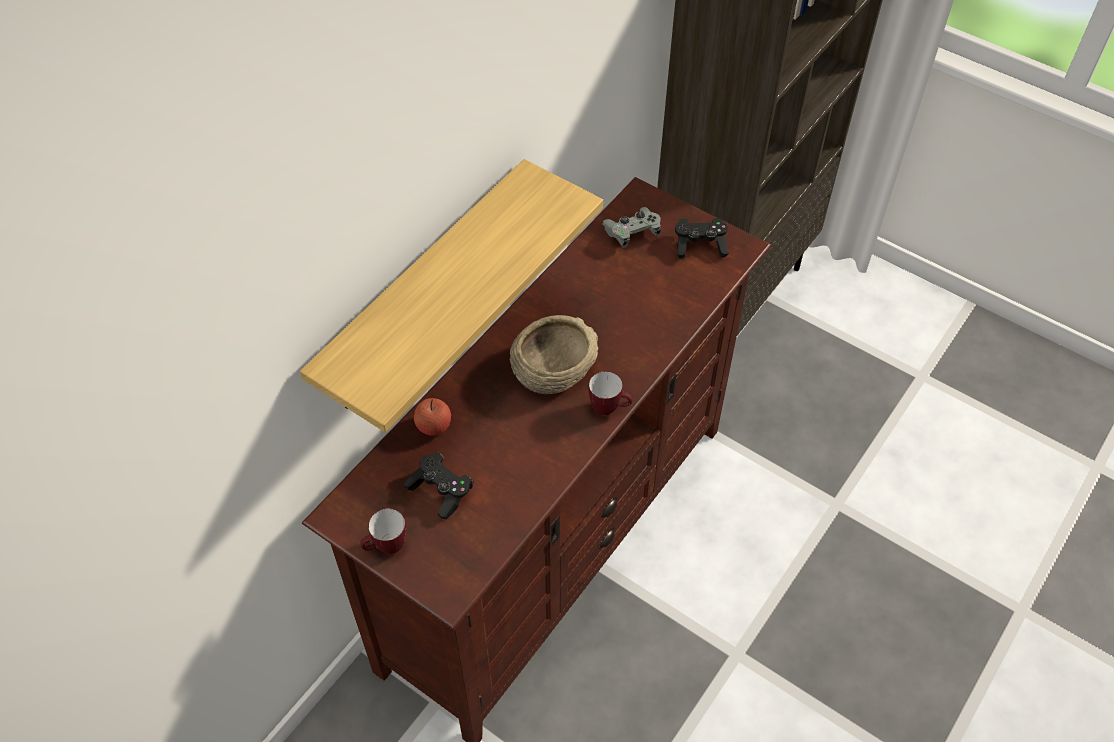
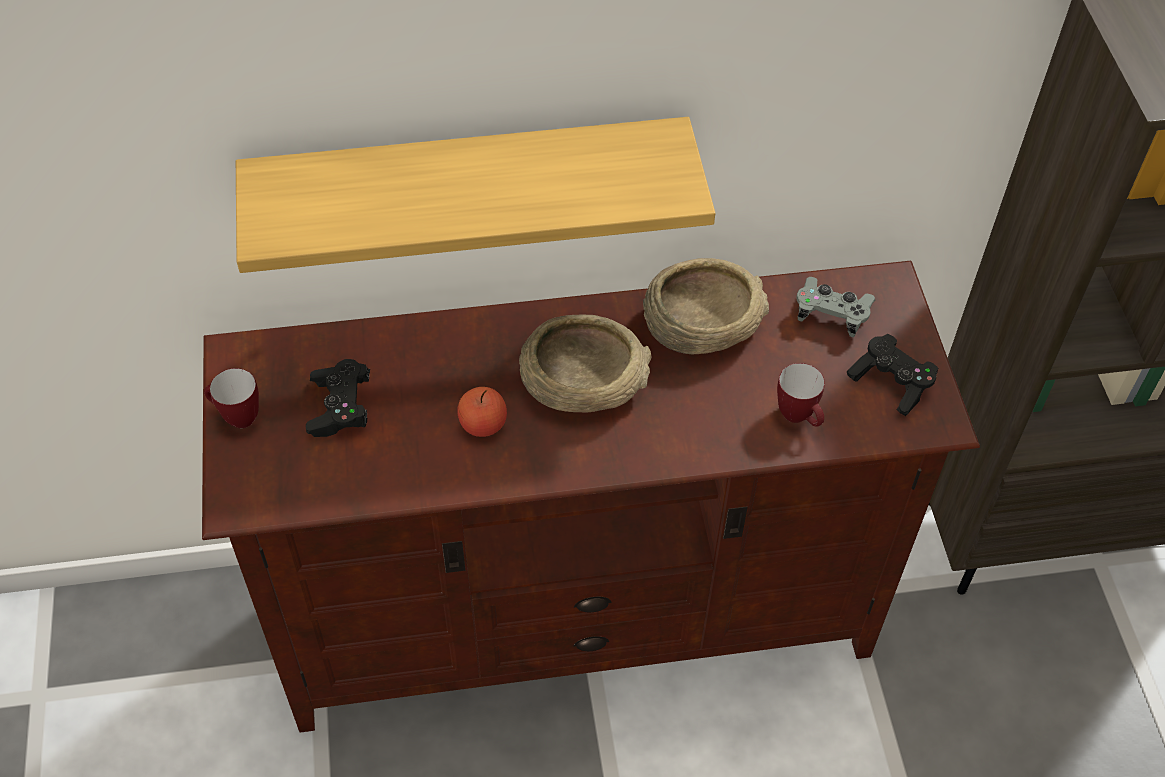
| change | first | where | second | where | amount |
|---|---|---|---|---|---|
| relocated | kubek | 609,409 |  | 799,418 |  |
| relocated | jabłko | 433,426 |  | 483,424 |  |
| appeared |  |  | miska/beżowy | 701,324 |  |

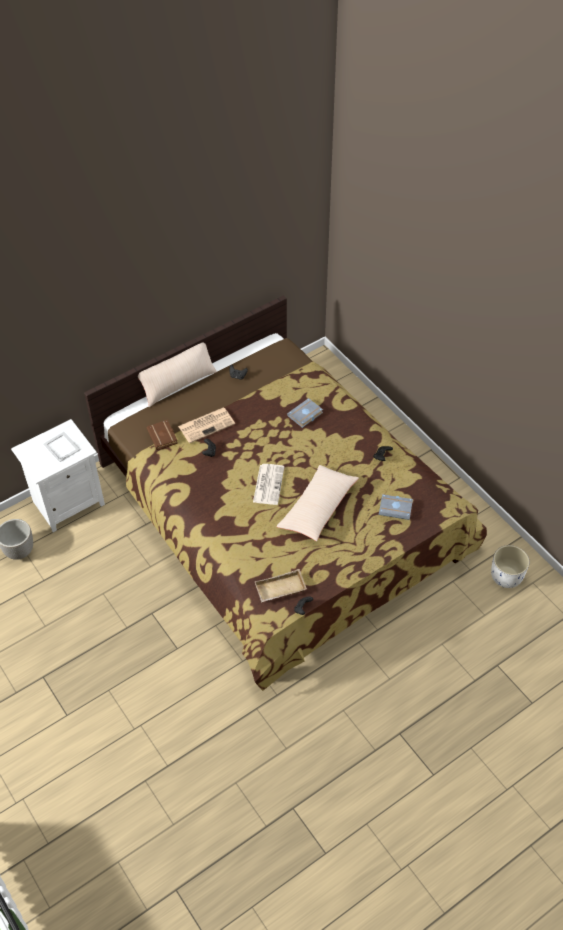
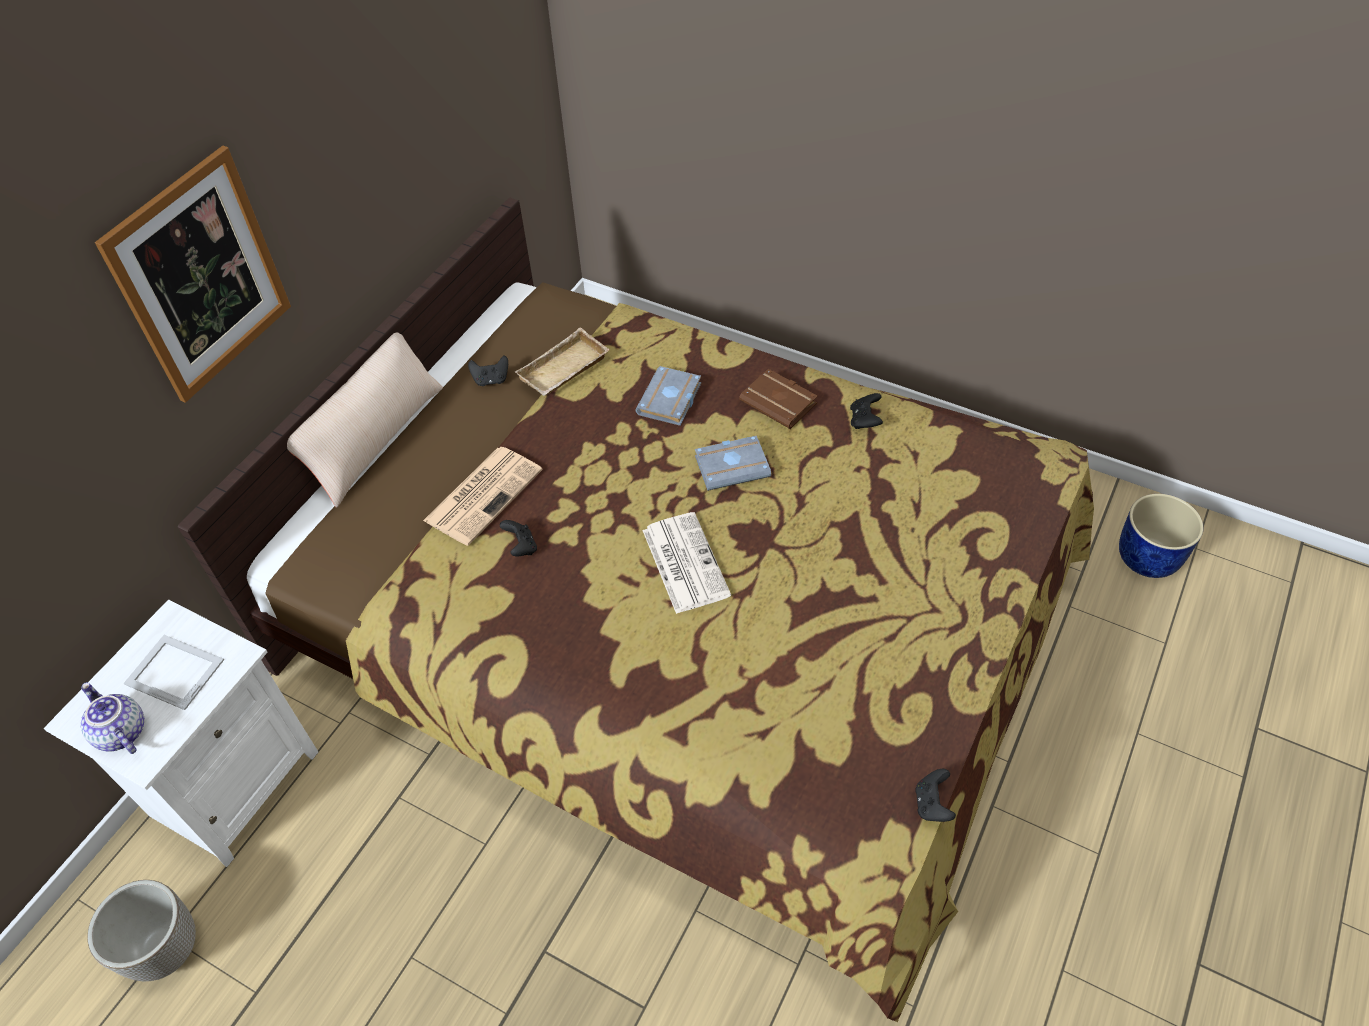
| change | first | where | second | where | amount |
|---|---|---|---|---|---|
| relocated | książka/brązowy | 163,437 |  | 780,402 |  |
| missing | poduszka/beżowy | 318,508 |  |  |  |
| relocated | książka/szary | 396,508 |  | 733,465 |  |
| colour | donica/biały | 506,577 | donica/niebieski | 1149,557 |  |
| relocated | taca/beżowy | 280,590 |  | 564,371 |  |
| appeared |  |  | obraz | 200,276 |  |
| appeared |  |  | imbryk | 120,733 |  |

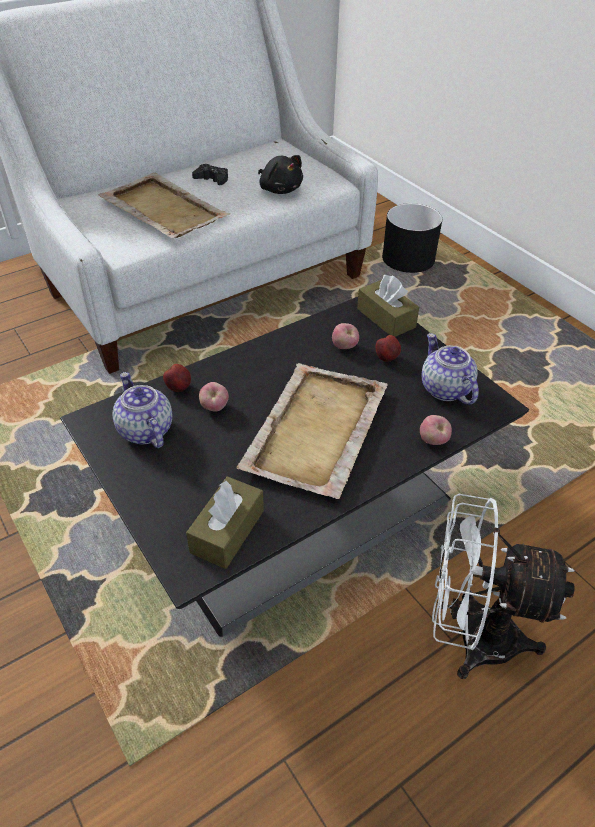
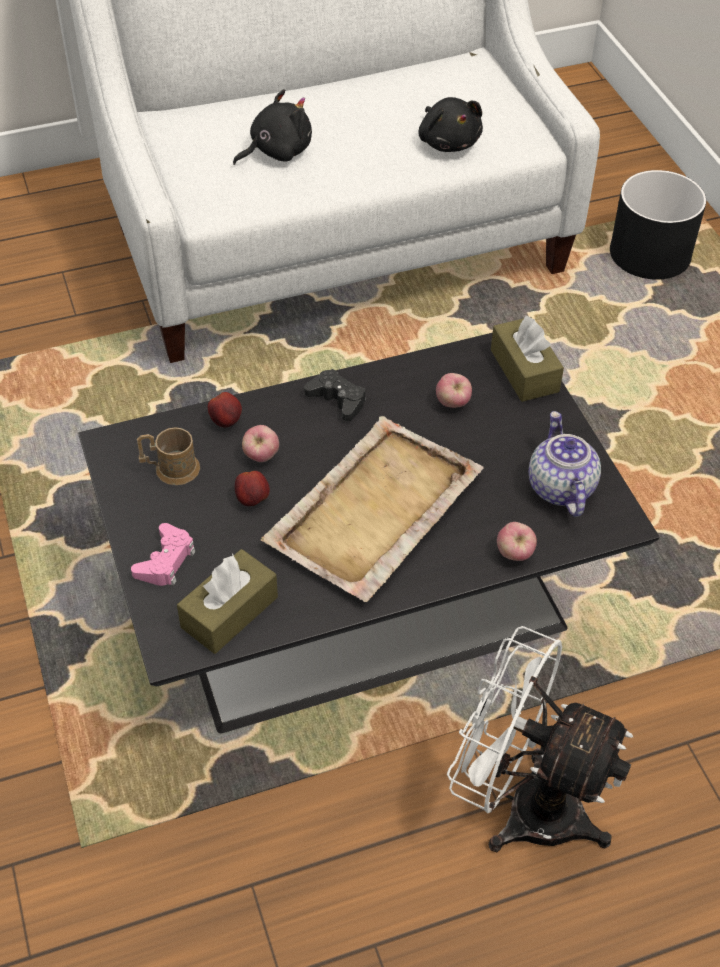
| change | first | where | second | where | amount |
|---|---|---|---|---|---|
| relocated | pad do gier/czarny | 212,179 |  | 337,400 |  |
| exchanged | taca/beżowy | 163,209 | pluszak/czarny | 277,151 |  |
| relocated | jabłko | 387,358 |  | 253,500 |  |
| exchanged | imbryk | 144,430 | kubek/brązowy | 170,469 |  |
| appeared |  |  | pad do gier/różowy | 166,561 |  |

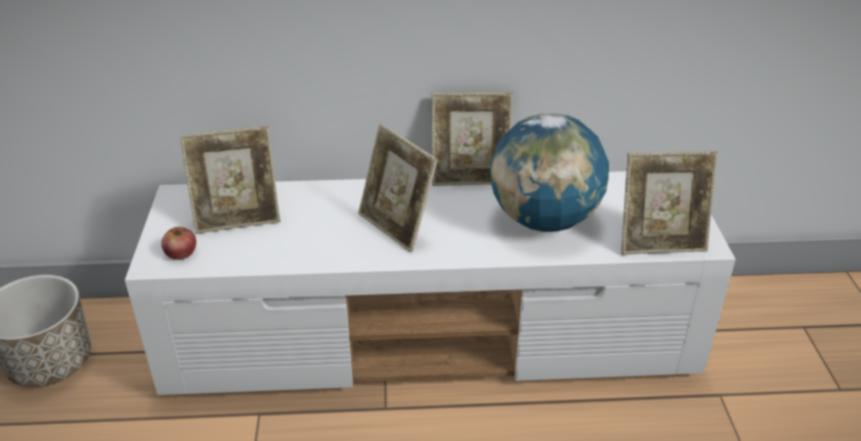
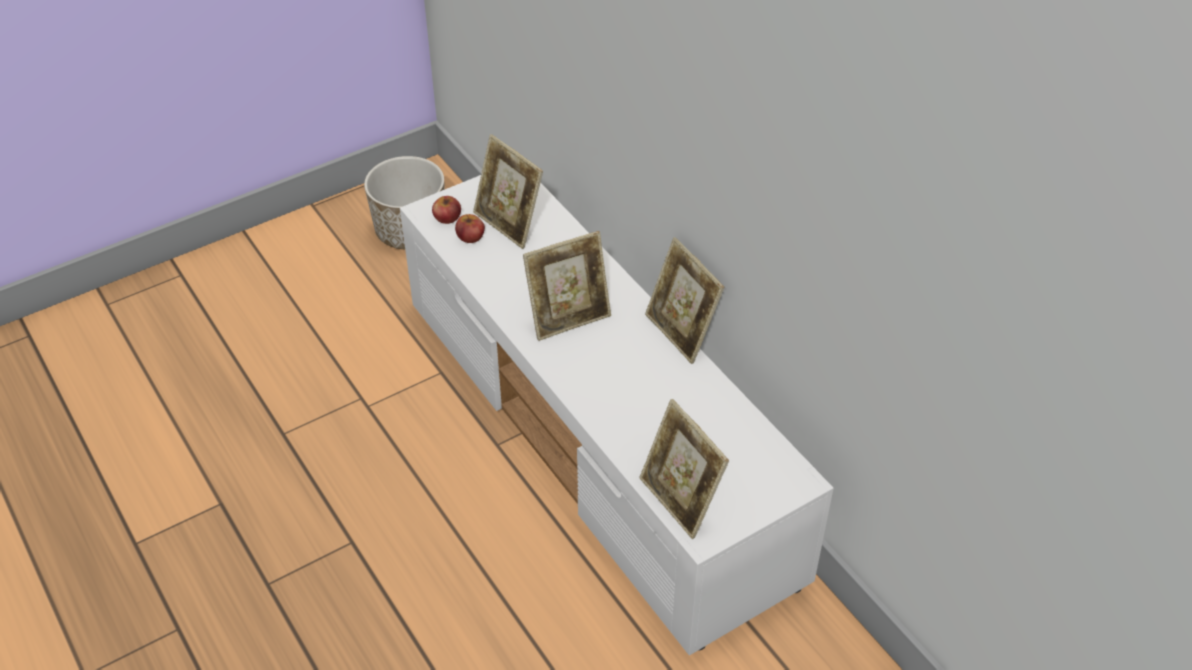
| change | first | where | second | where | amount |
|---|---|---|---|---|---|
| missing | globus | 544,220 |  |  |  |
| spun | ramka na zdjęcie | 397,227 |  | 569,318 | 135 degrees counterclockwise |
| appeared |  |  | jabłko | 470,236 |  |

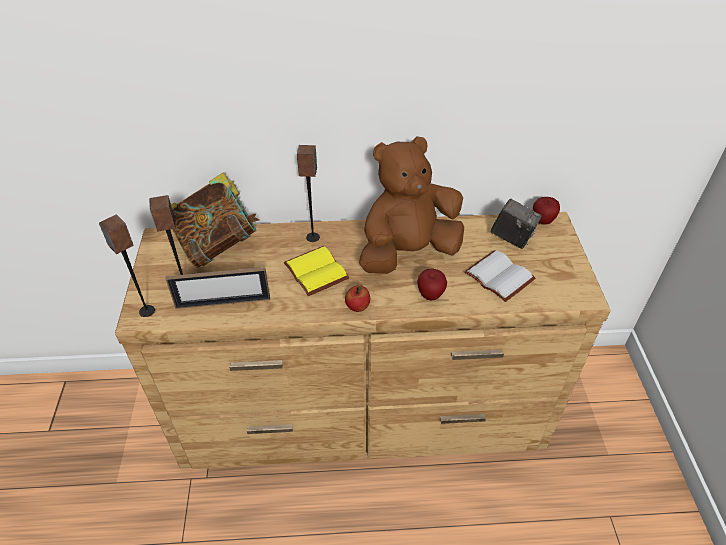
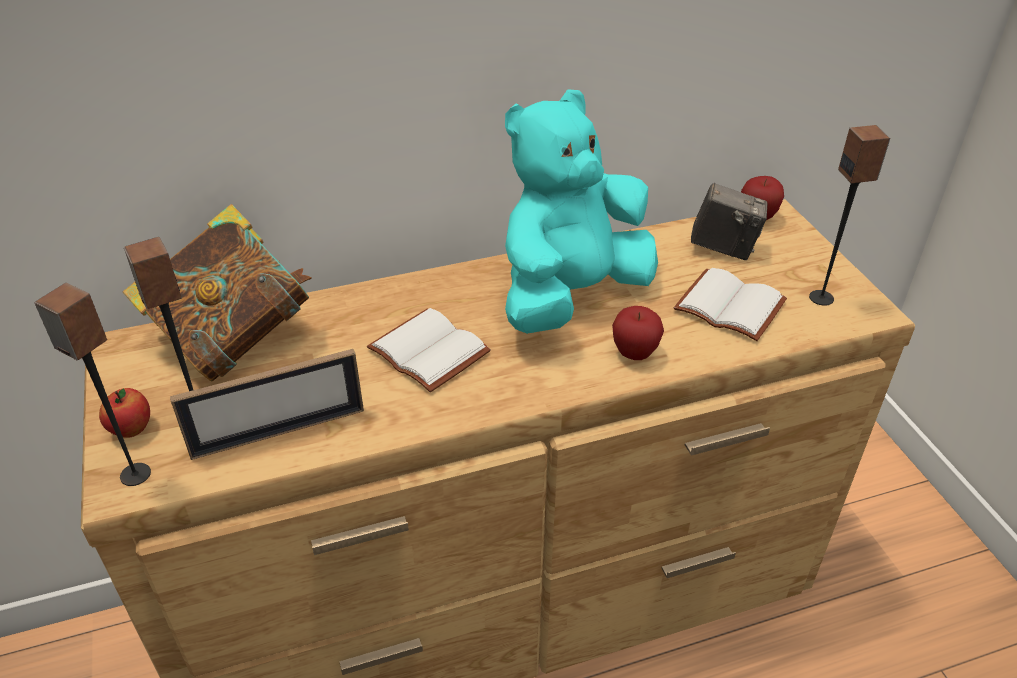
| change | first | where | second | where | amount |
|---|---|---|---|---|---|
| colour | pluszak/brązowy | 408,252 | pluszak/turkusowy | 571,295 |  |
| relocated | głośnik | 313,237 |  | 822,298 |  |
| colour | książka/żółty | 314,271 | książka/biały | 425,352 |  |
| relocated | jabłko | 357,307 |  | 131,429 |  |

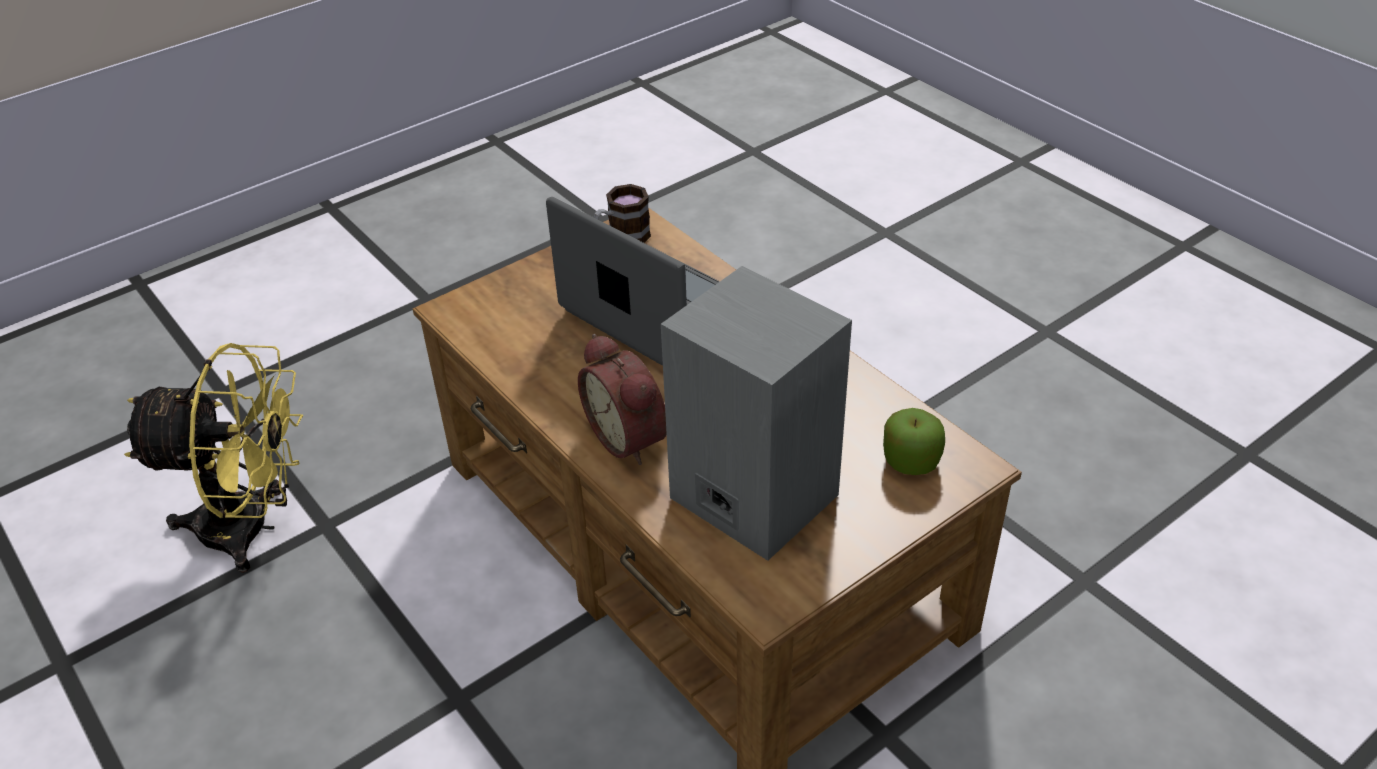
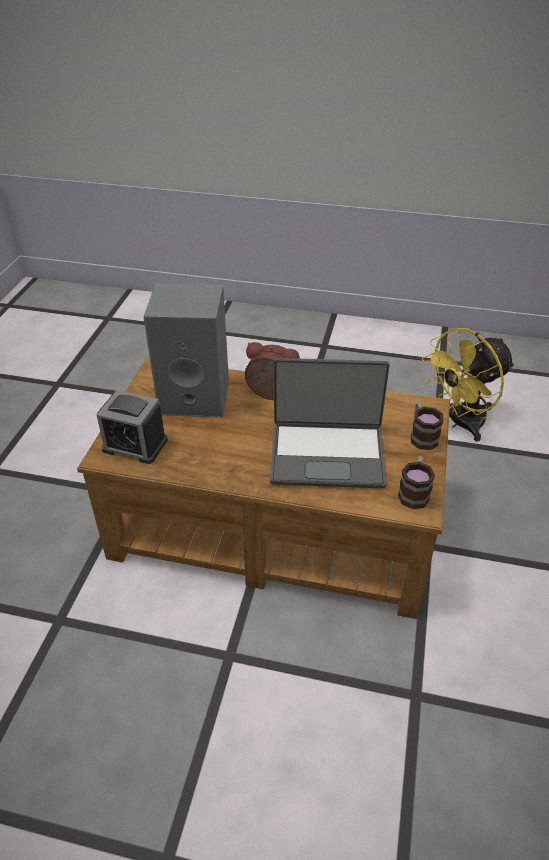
| change | first | where | second | where | amount |
|---|---|---|---|---|---|
| exchanged | jabłko | 911,460 | budzik | 135,445 |  |
| appeared |  |  | kubek | 421,436 |  |

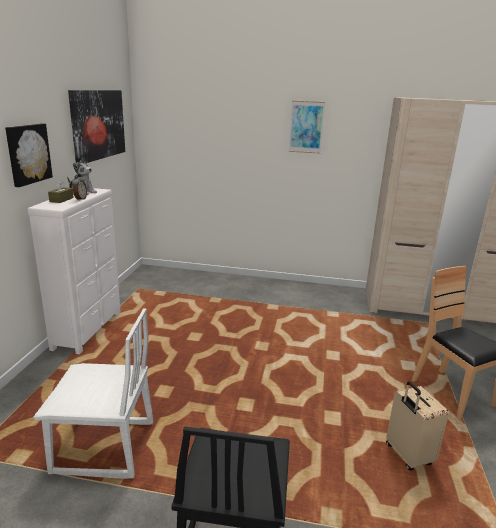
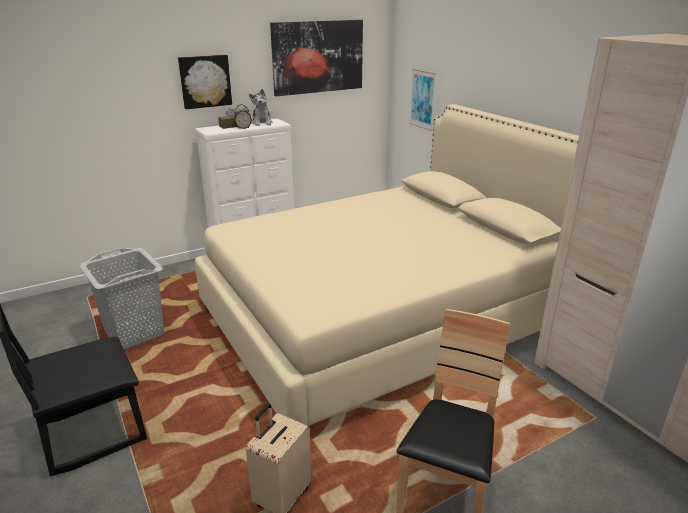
| change | first | where | second | where | amount |
|---|---|---|---|---|---|
| relocated | obraz | 306,127 |  | 422,99 |  |
| exchanged | krzesło/biały | 104,448 | kosz na pranie/szary | 134,333 |  |
| appeared |  |  | łóżko/beżowy | 381,320 |  |

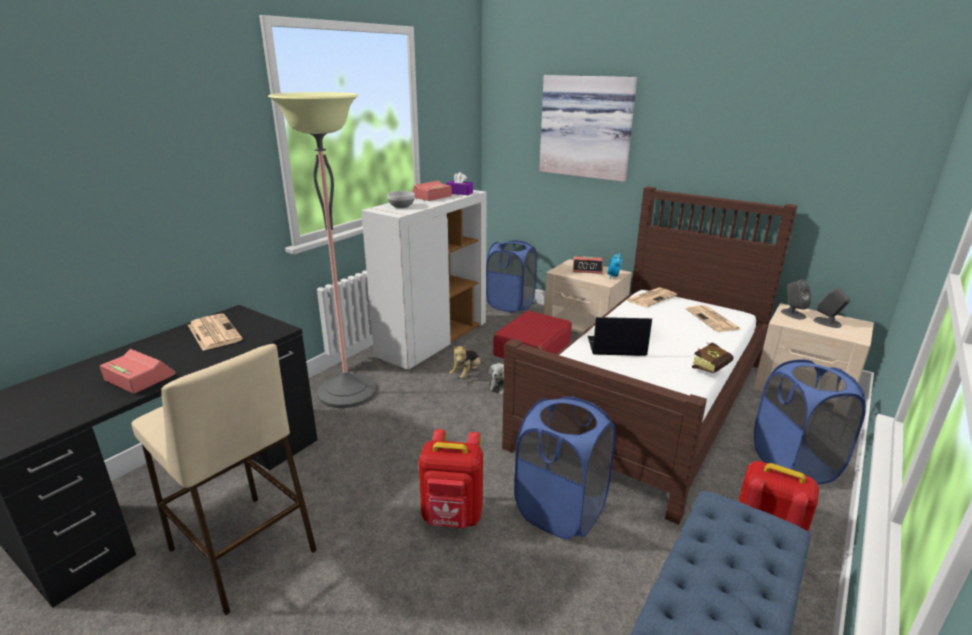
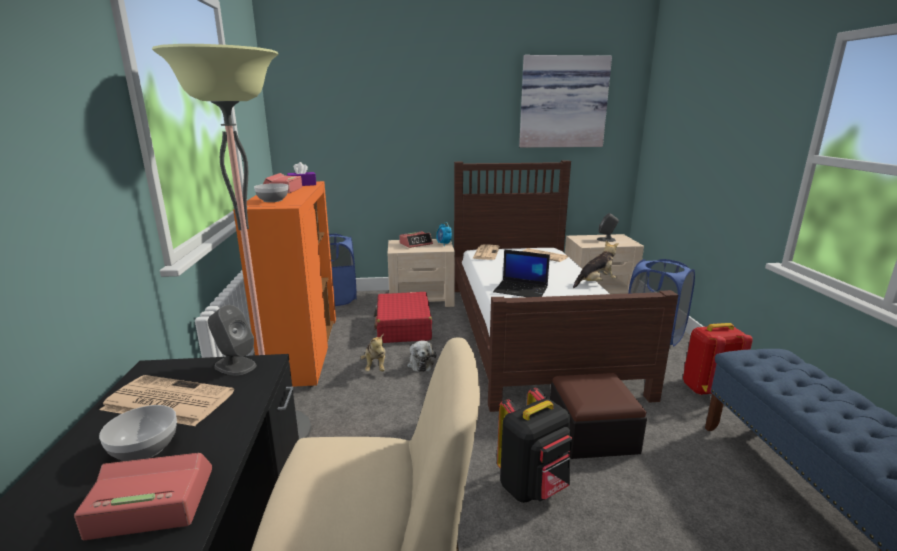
| change | first | where | second | where | amount |
|---|---|---|---|---|---|
| relocated | obraz | 587,127 |  | 562,102 |  |
| colour | szafka/biały | 433,341 | szafka/pomarańczowy | 302,352 |  |
| relocated | głośnik/szary | 792,314 |  | 235,365 |  |
| spun | laptop | 615,347 |  | 521,290 | 120 degrees counterclockwise |
| exchanged | książka | 712,368 | pluszak | 595,283 |  |
| exchanged | kosz na pranie/niebieski | 560,511 | pufa | 592,433 |  |
| colour | plecak/czerwony | 452,517 | plecak/czarny | 533,487 |  |
| appeared |  |  | miska | 144,449 |  |

